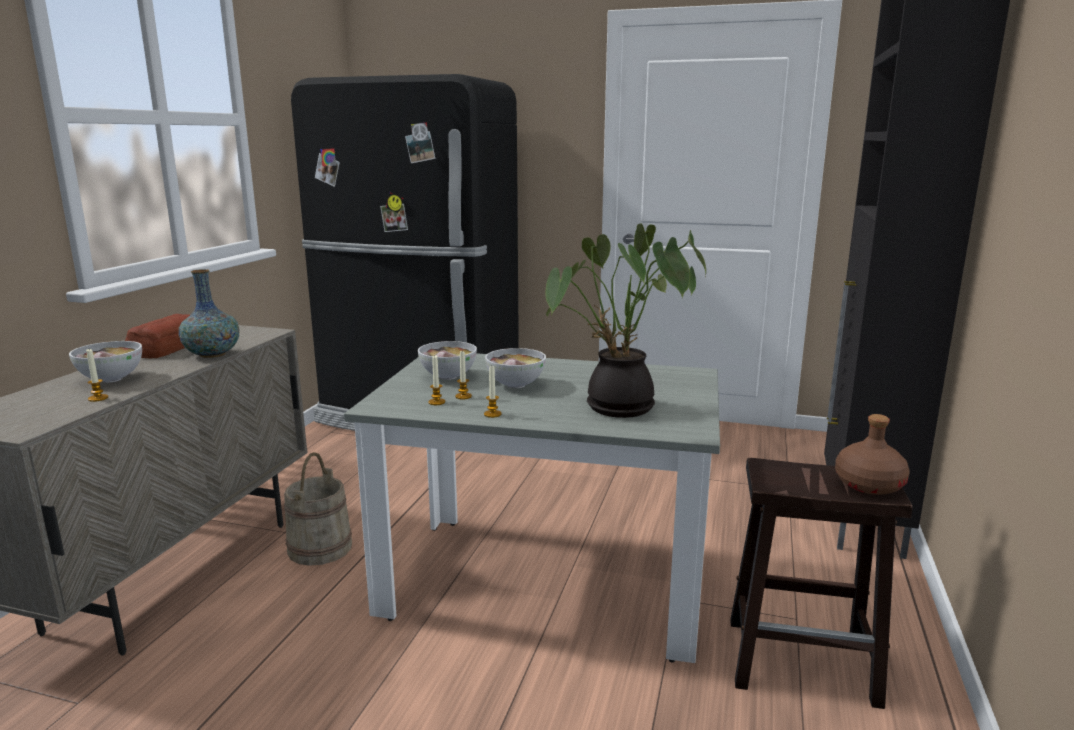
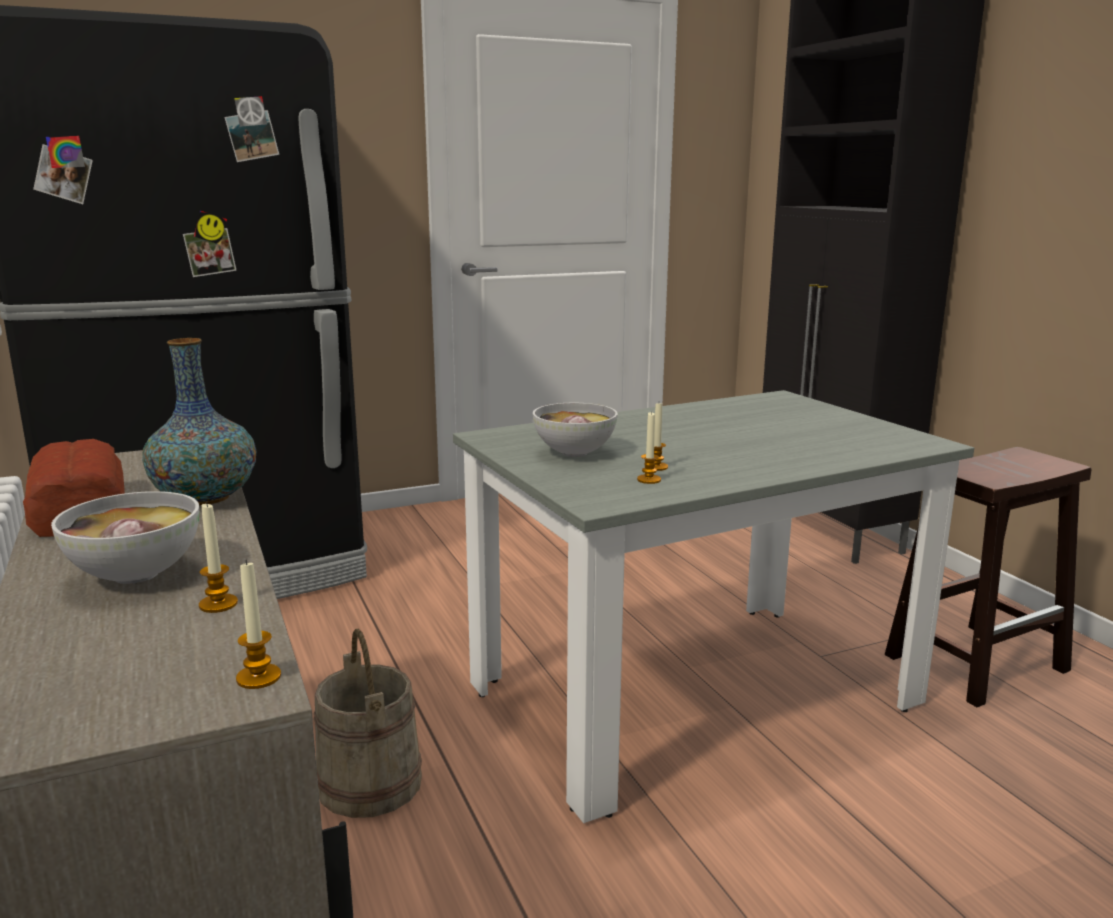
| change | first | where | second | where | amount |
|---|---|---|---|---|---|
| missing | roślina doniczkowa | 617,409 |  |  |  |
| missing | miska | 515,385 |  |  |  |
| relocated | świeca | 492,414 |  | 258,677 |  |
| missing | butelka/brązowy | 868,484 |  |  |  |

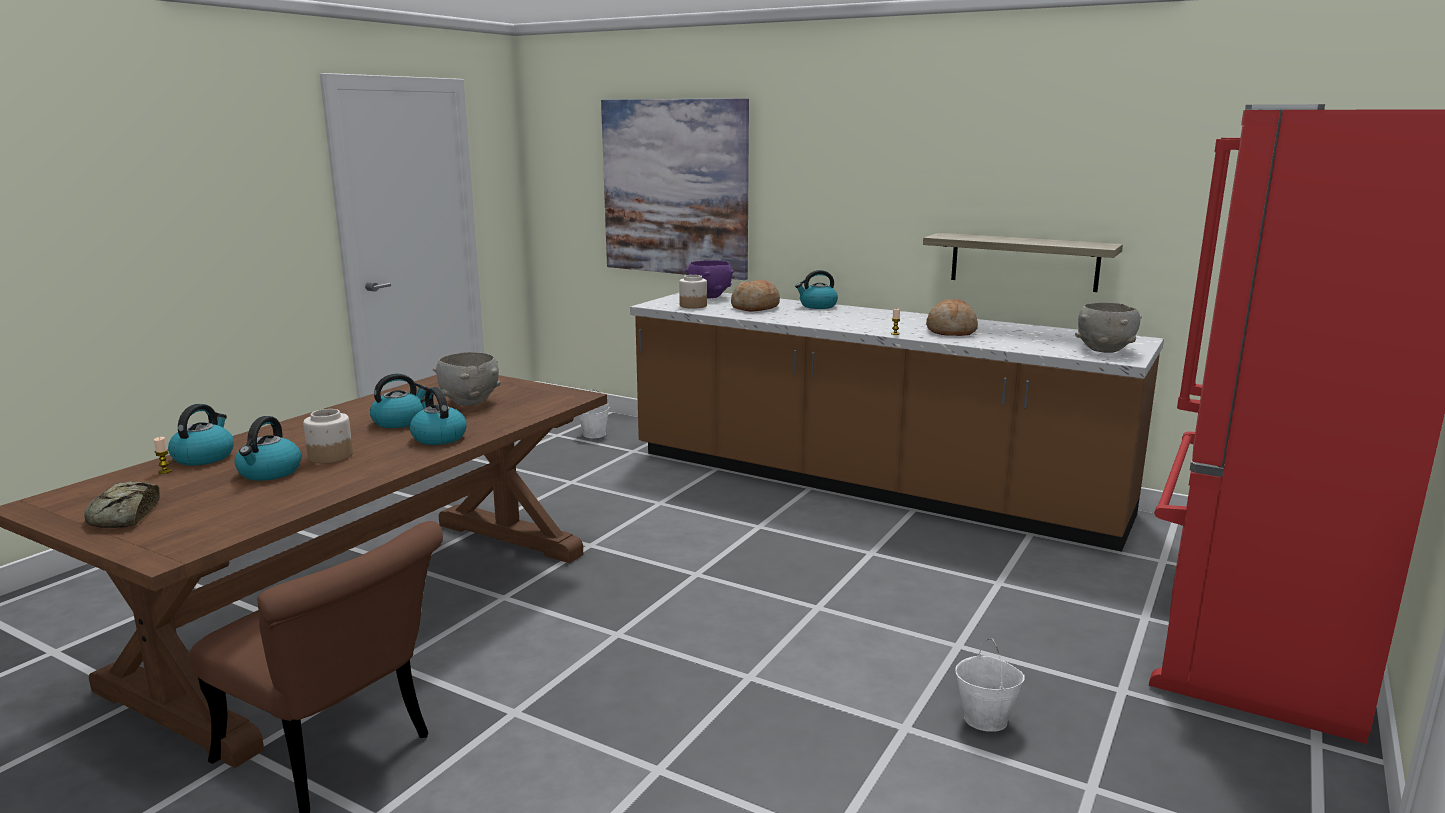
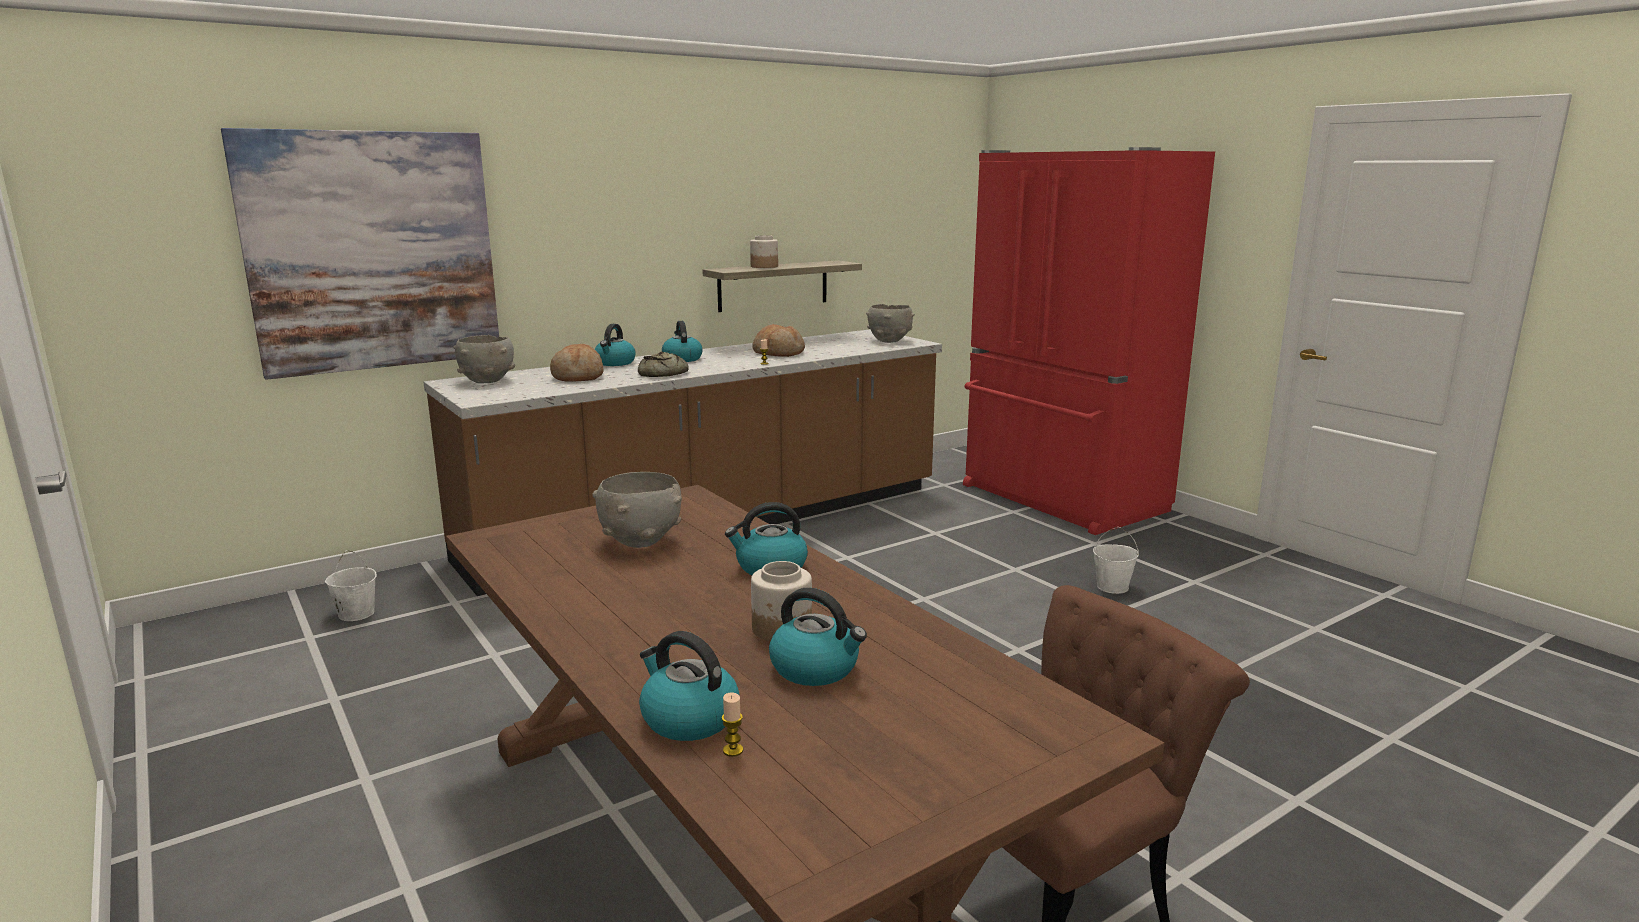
| change | first | where | second | where | amount |
|---|---|---|---|---|---|
| colour | miska/fioletowy | 709,297 | miska/szary | 487,381 |  |
| relocated | słoik | 693,306 |  | 764,266 |  |
| relocated | czajnik | 399,421 |  | 682,359 |  |
| relocated | chleb | 124,516 |  | 662,374 |  |

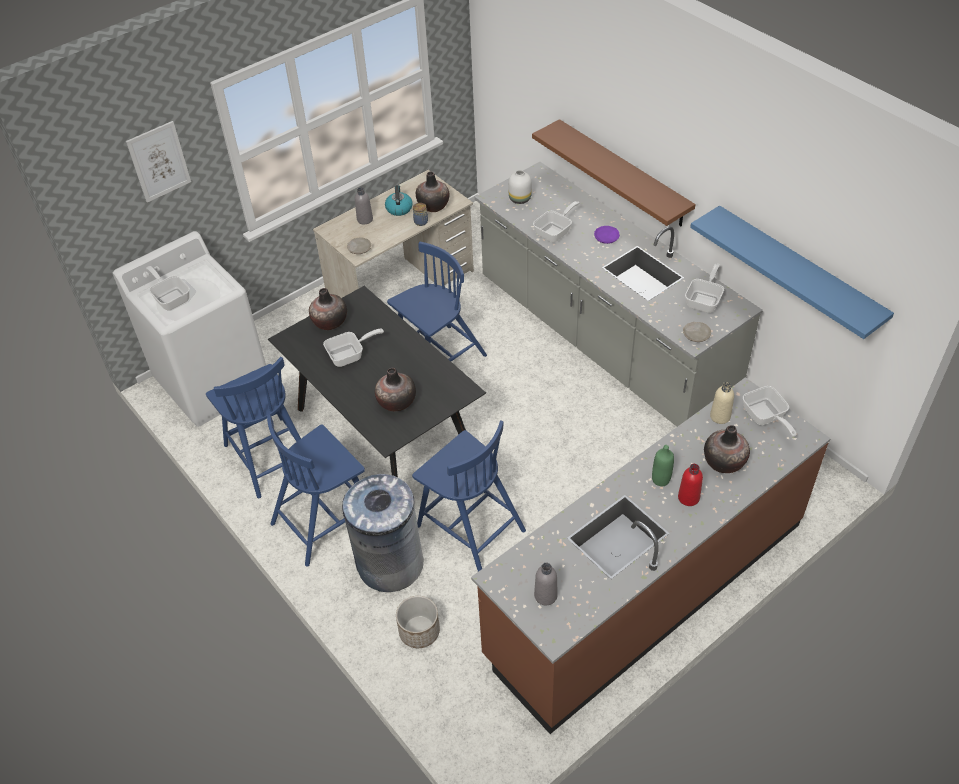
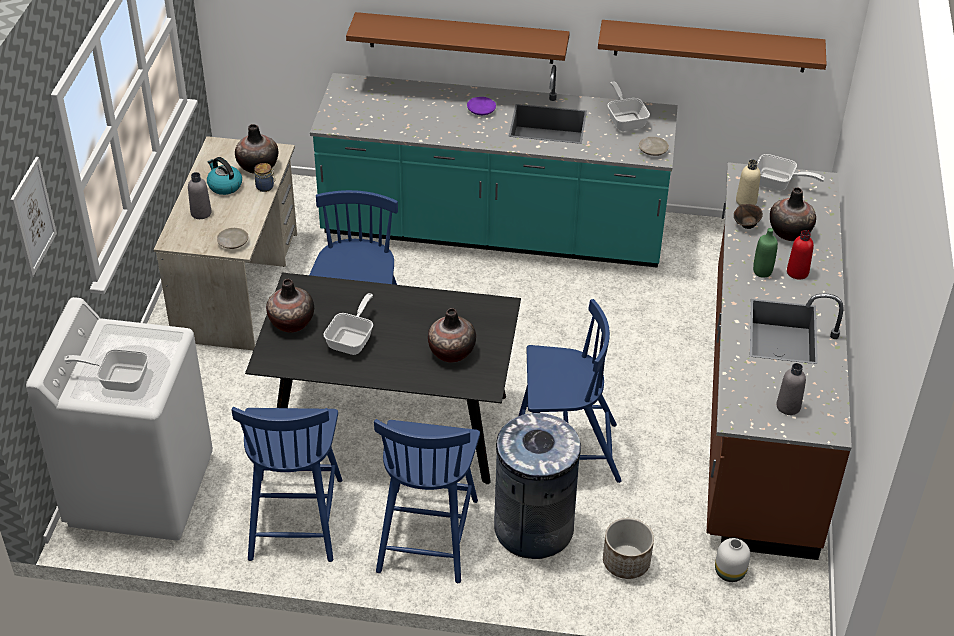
| change | first | where | second | where | amount |
|---|---|---|---|---|---|
| colour | zabudowa kuchenna/szary | 602,340 | zabudowa kuchenna/turkusowy | 493,230 |  |
| relocated | wazon/biały | 519,199 |  | 730,573 |  |
| missing | patelnia | 555,232 |  |  |  |
| colour | półka/niebieski | 798,270 | półka/brązowy | 710,46 |  |
| spun | krzesło/niebieski | 269,456 |  | 295,516 | 75 degrees clockwise |
| appeared |  |  | miska/brązowy | 746,225 |  |

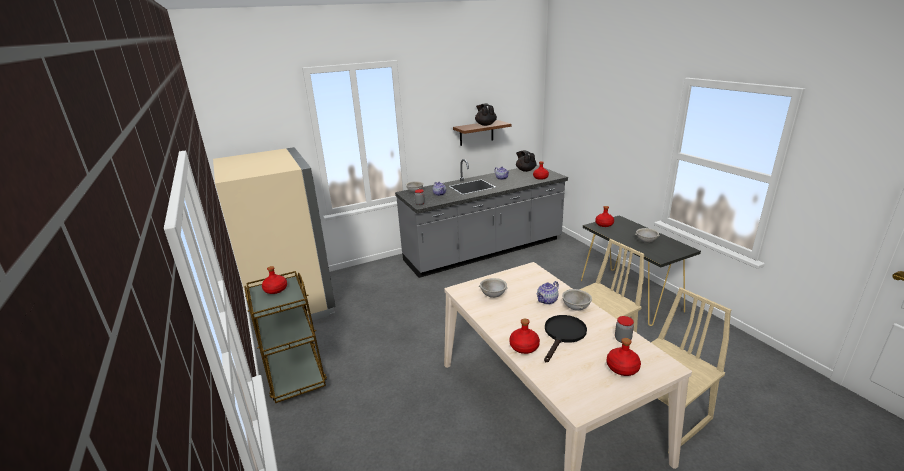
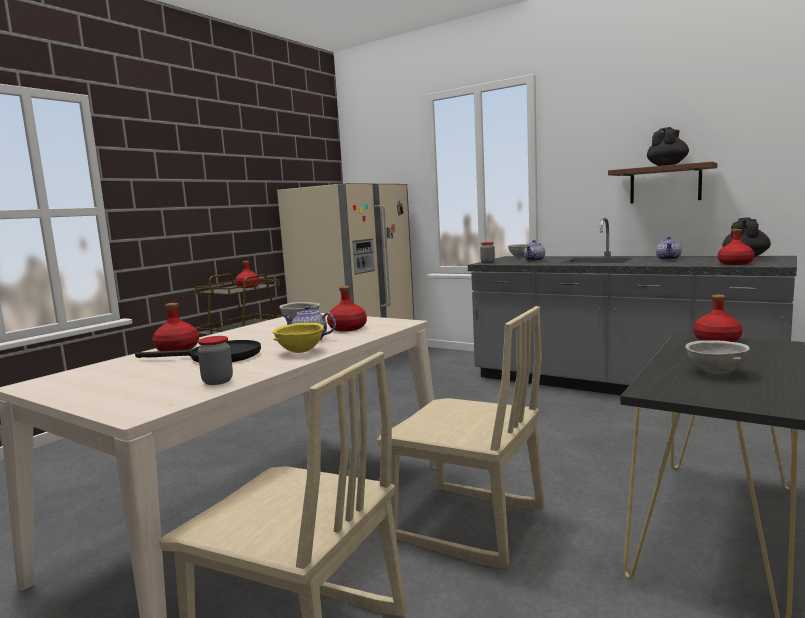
| change | first | where | second | where | amount |
|---|---|---|---|---|---|
| colour | miska/szary | 576,308 | miska/żółty | 301,352 |  |
| relocated | butelka/czerwony | 622,368 |  | 348,328 |  |

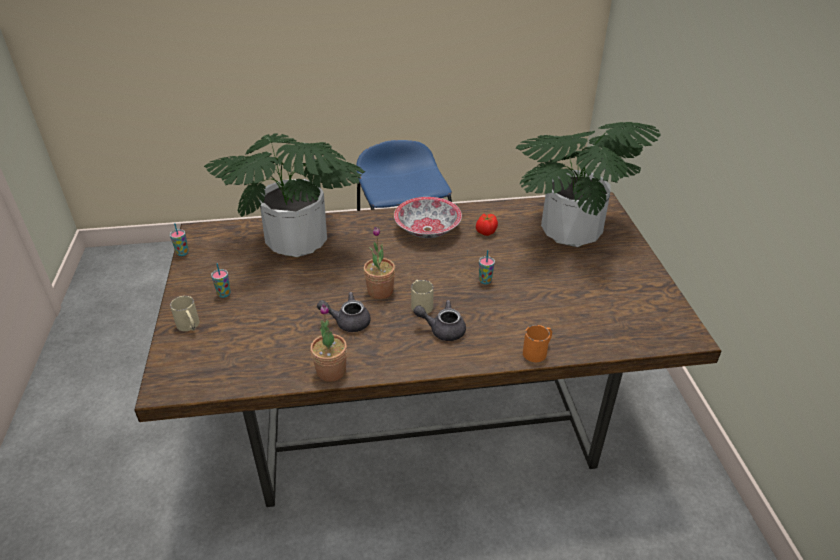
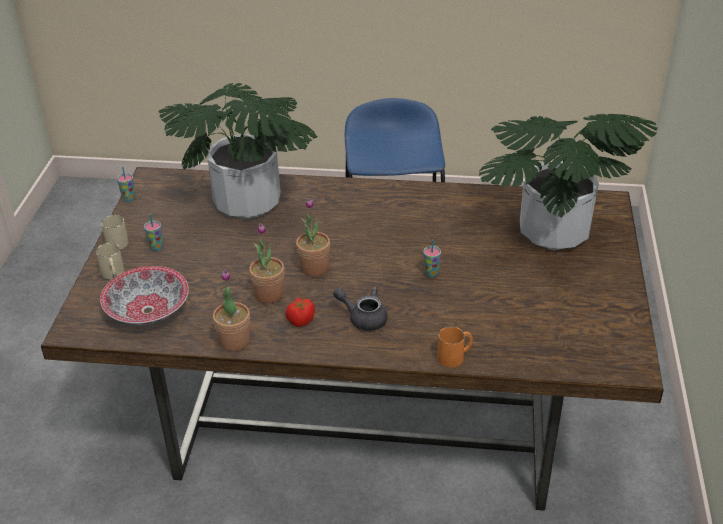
| change | first | where | second | where | amount |
|---|---|---|---|---|---|
| relocated | miska | 427,229 |  | 147,310 |  |
| relocated | pomidor | 486,232 |  | 300,321 |  |
| relocated | kubek/beżowy | 420,304 |  | 117,240 |  |
| exchanged | imbryk/szary | 347,321 | roślina doniczkowa | 269,294 |  |

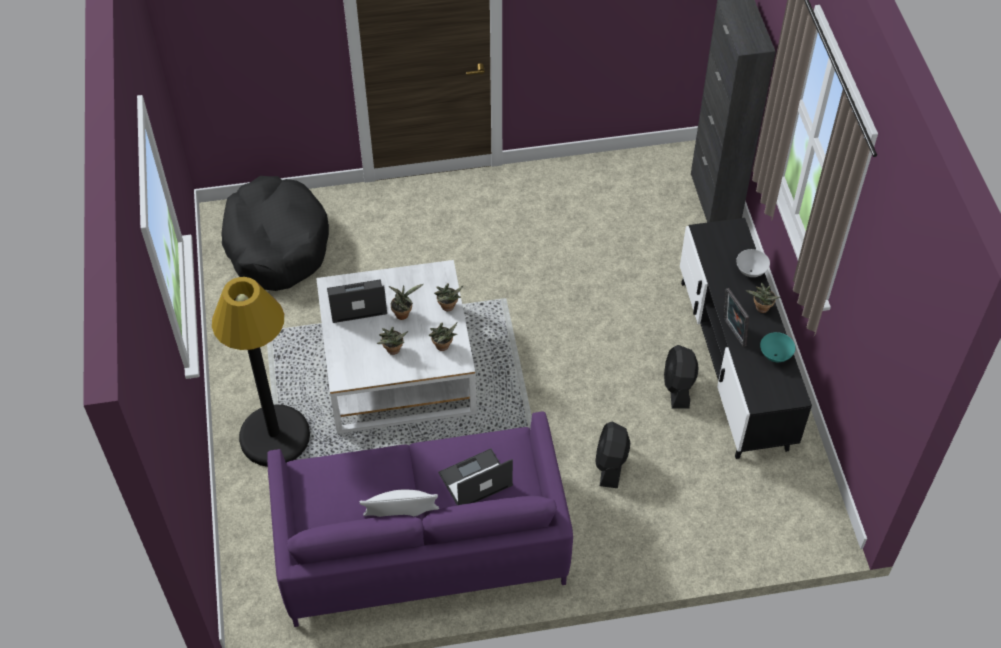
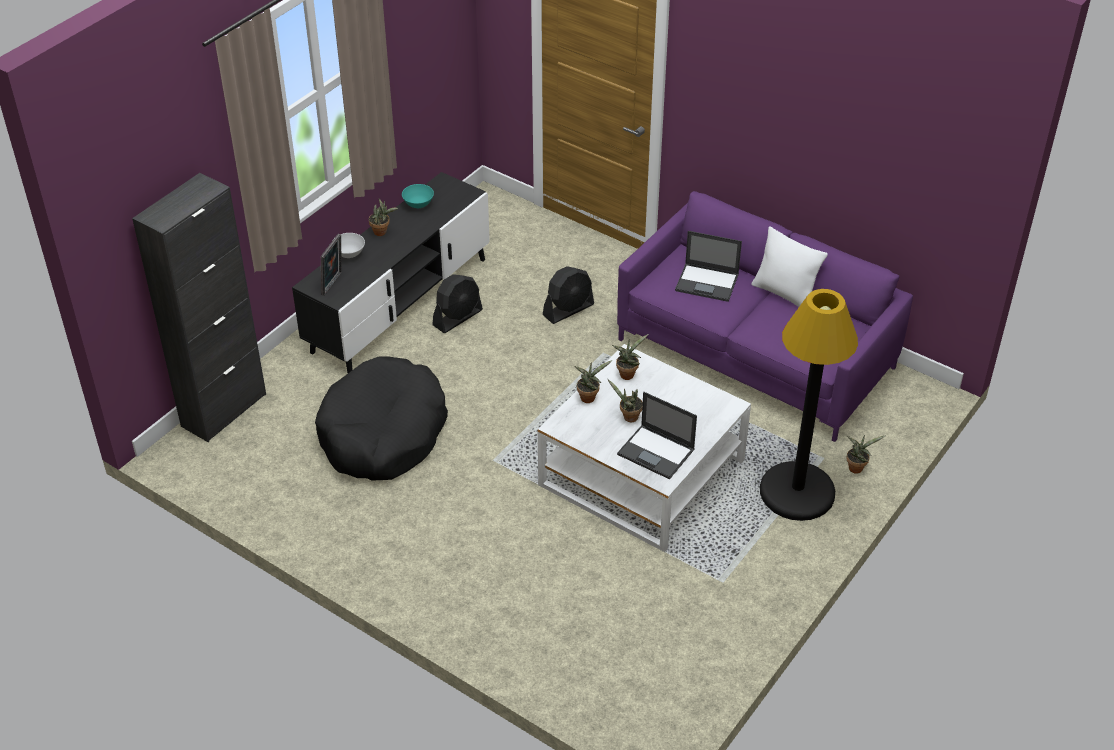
| change | first | where | second | where | amount |
|---|---|---|---|---|---|
| relocated | legowisko/czarny | 276,243 |  | 383,433 |  |
| relocated | ramka na zdjęcie | 732,333 |  | 333,284 |  |
| relocated | roślina doniczkowa | 393,351 |  | 857,467 |  |

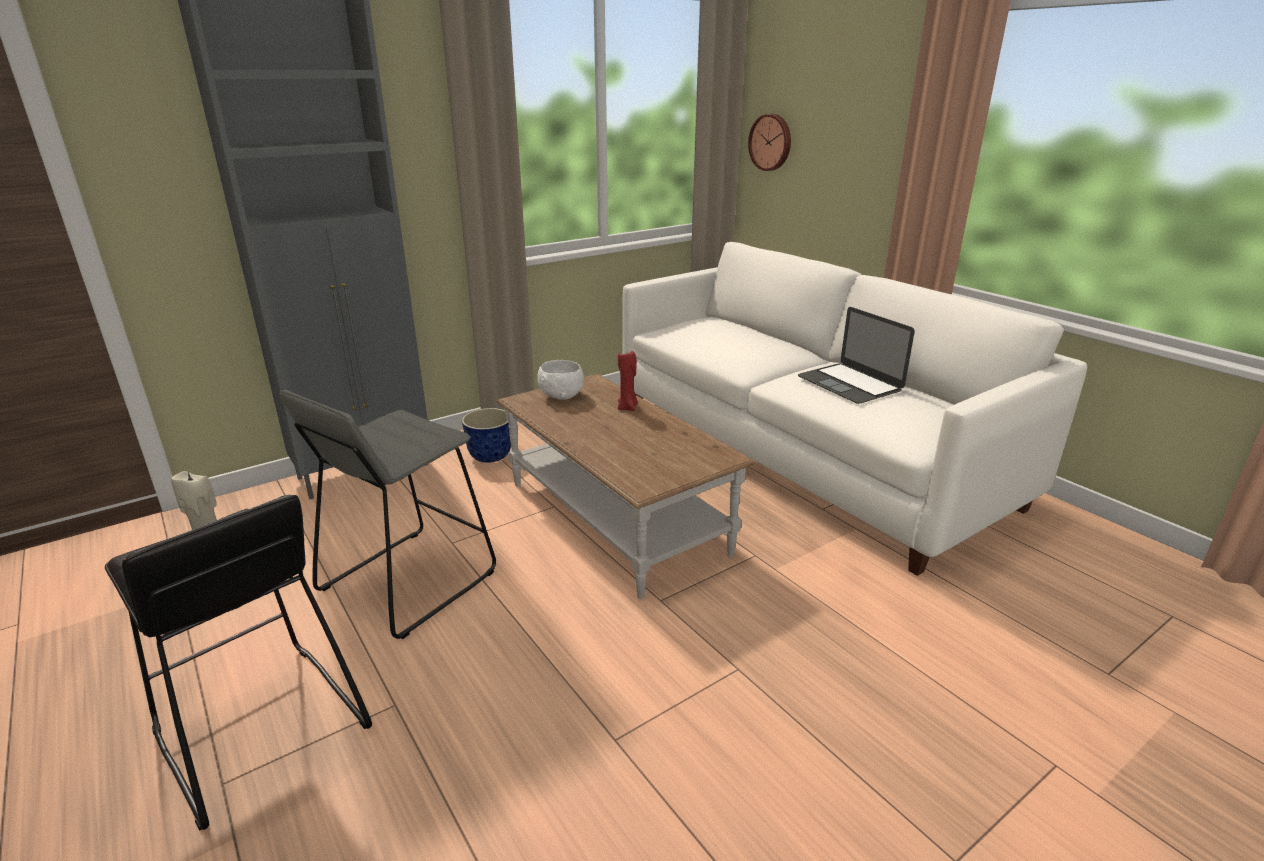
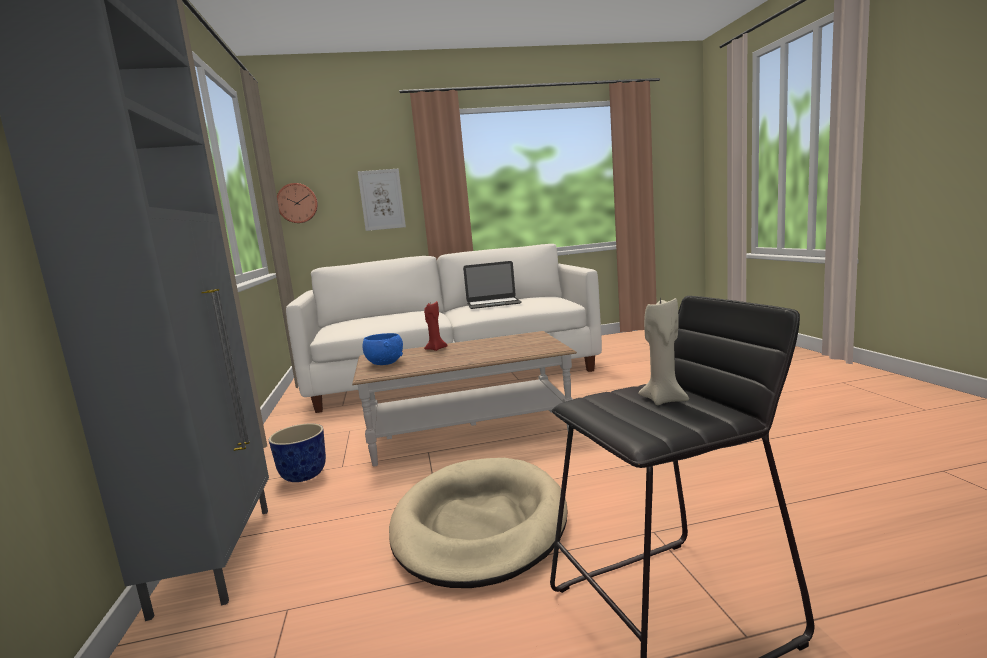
| change | first | where | second | where | amount |
|---|---|---|---|---|---|
| colour | miska/biały | 562,396 | miska/niebieski | 385,363 |  |
| exchanged | stołek/szary | 407,580 | legowisko/beżowy | 479,525 |  |
| appeared |  |  | obraz | 382,199 |  |

